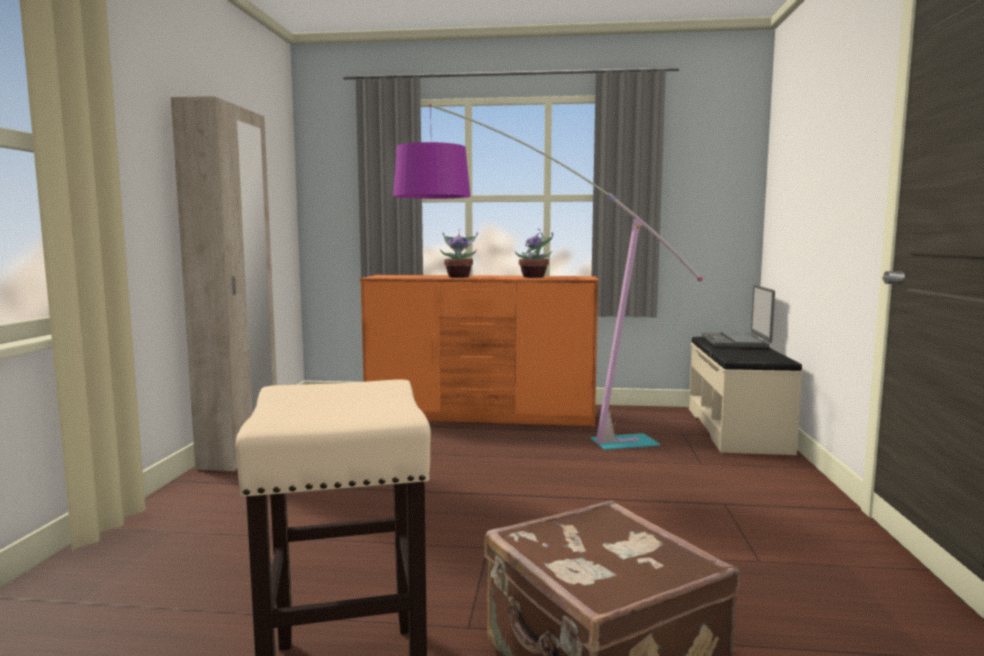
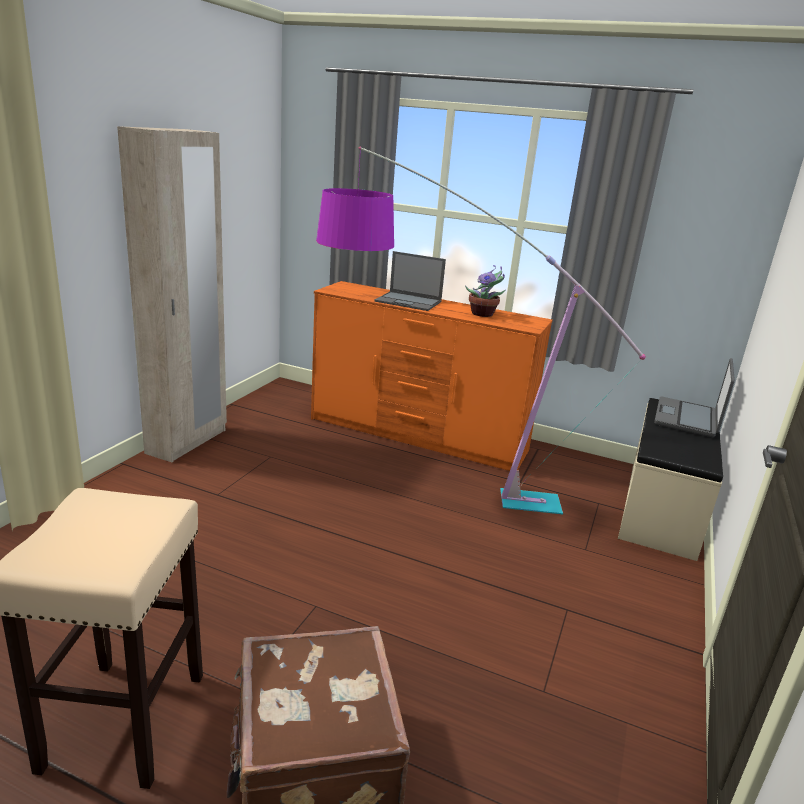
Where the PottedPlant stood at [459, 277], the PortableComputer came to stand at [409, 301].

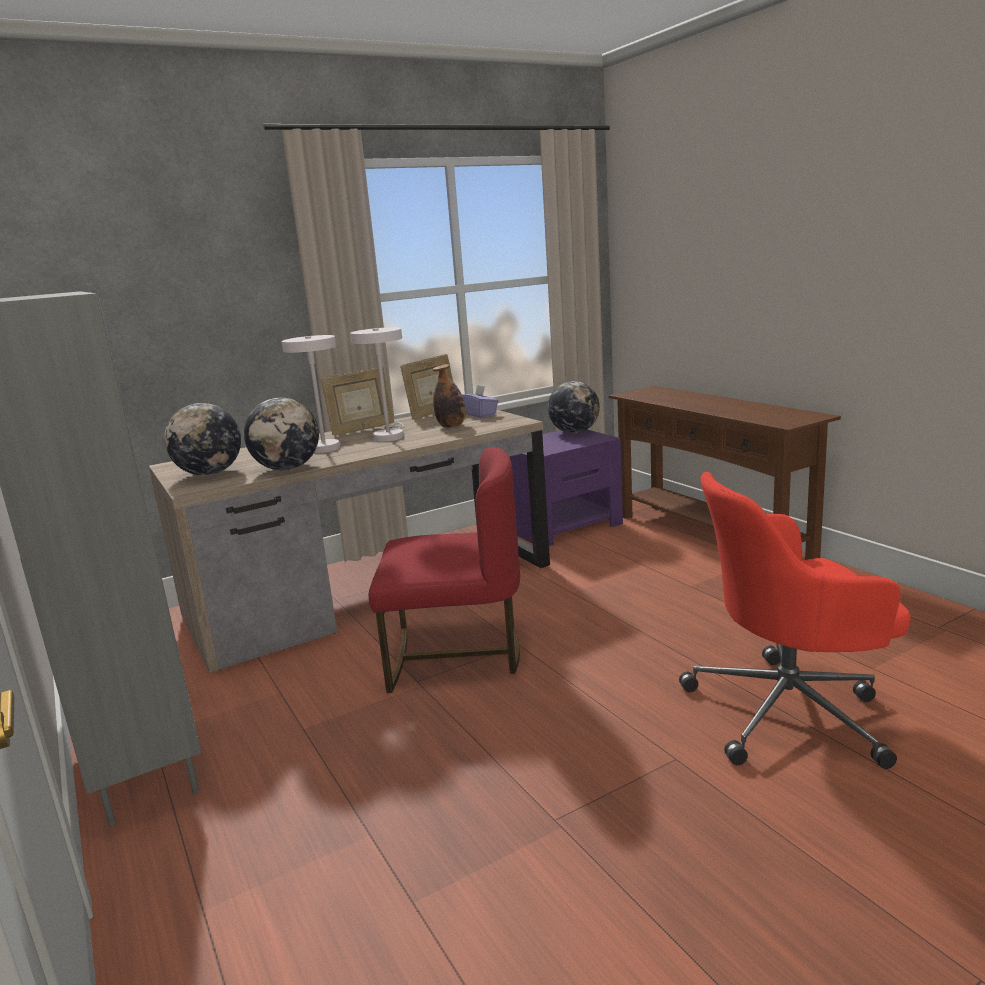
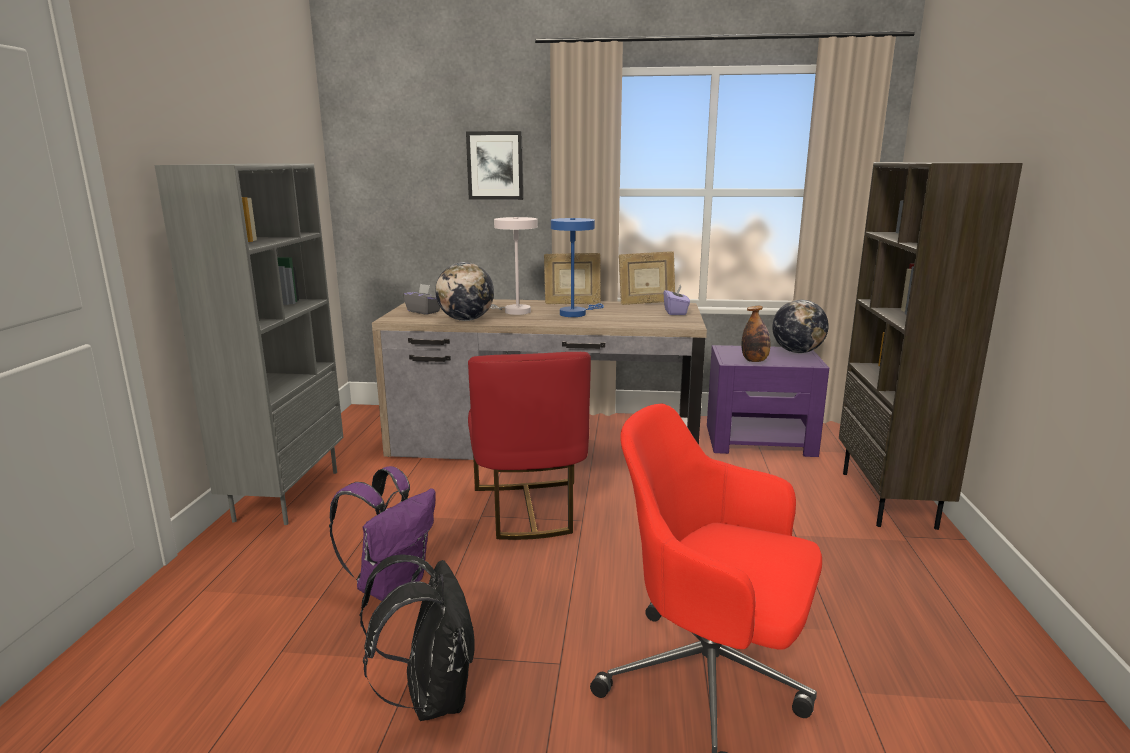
The second view gained the PurpleColouredRucksack at [392, 585].
The second view gained the BlackishRucksack at [431, 696].
The second view gained the Picture at [495, 165].
The DrinkBottle ended up elsewhere, having gone from [451, 426] to [754, 361].
Where the WorldGlobe stood at [210, 474], the GreyishTissueHolder came to stand at [424, 311].
Where the BrownNarrowTable stood at [711, 537], the BrownBookshelf came to stand at [889, 499].
What was the WhiteColouredTableLamp at [389, 436] turned into the BlueTableLamp at [575, 313].
The ReddishChair at [455, 656] ended up facing another way, 45 degrees clockwise from before.

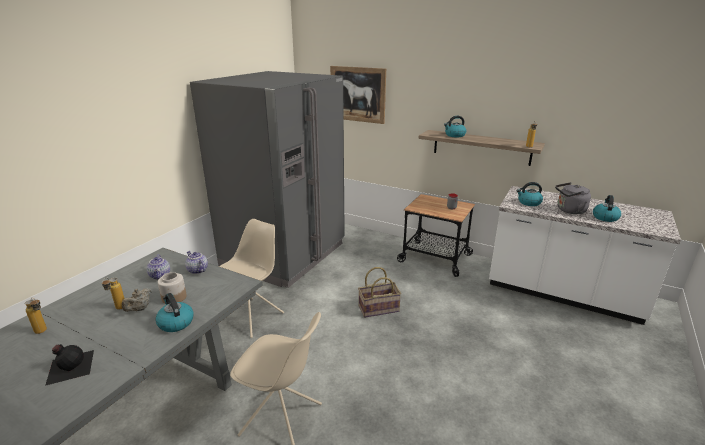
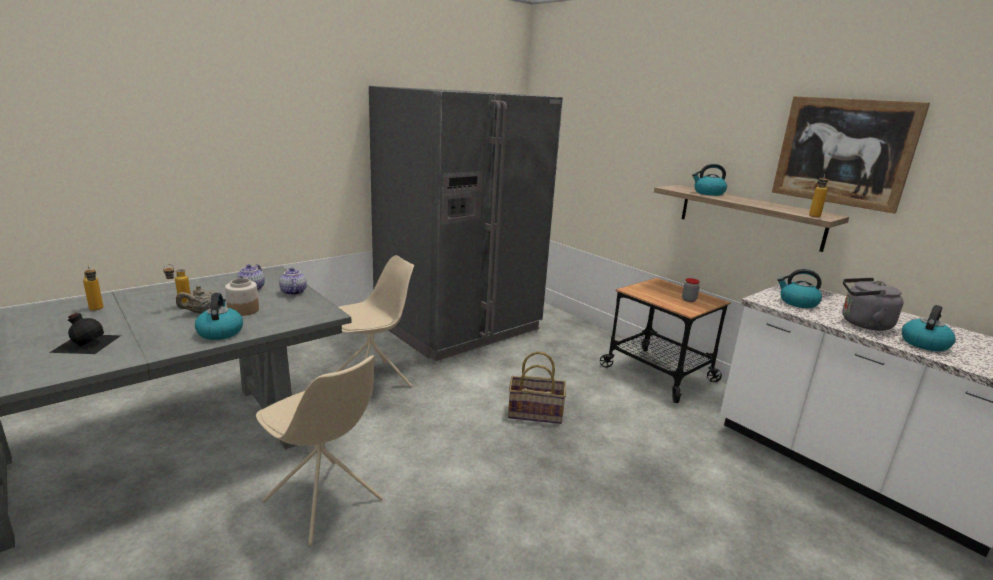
The Picture ended up elsewhere, having gone from [357, 94] to [843, 152].

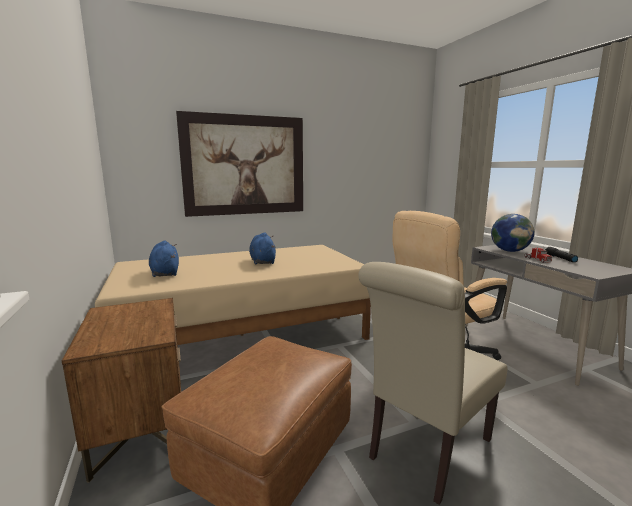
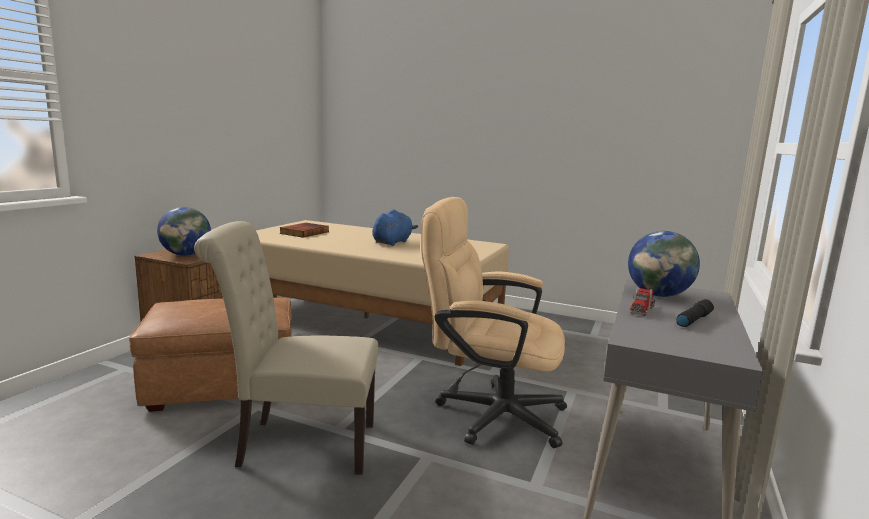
The second view lost the Picture at [245, 165].
The second view gained the WorldGlobe at [186, 254].
Where the BlueSoftToy stood at [165, 273], the BoundBook came to stand at [304, 232].

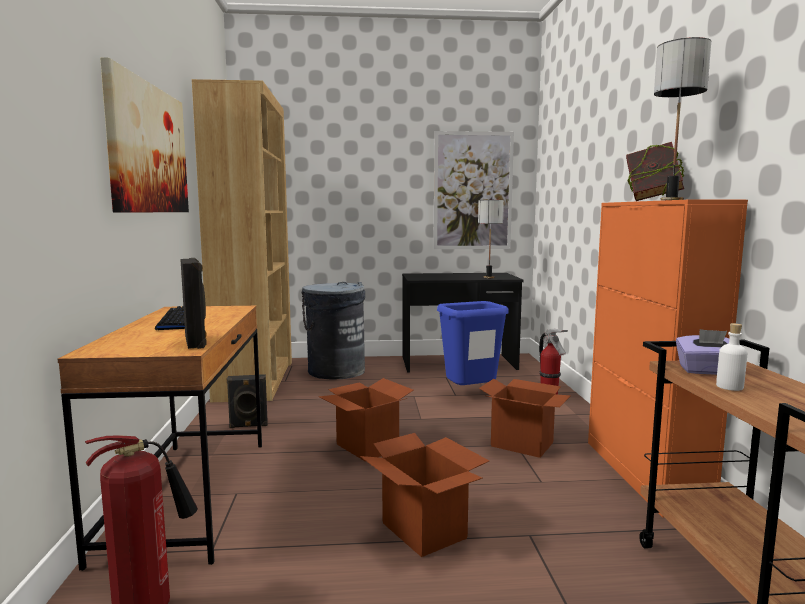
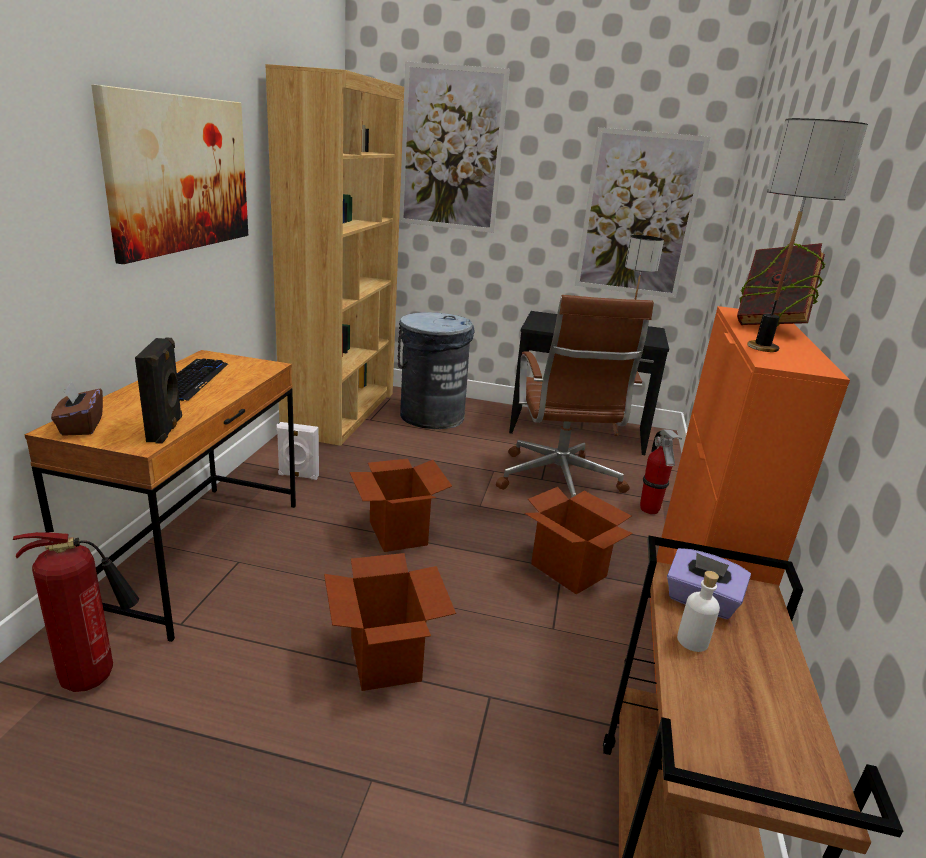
The second view gained the BrownTissueHolder at [81, 426].
The second view gained the Picture at [451, 150].
Where the BlueTrashCan stood at [470, 395], the BrownComputerChair came to stand at [558, 482].
What was the BlackishSpeaker at [248, 426] turned into the WhiteColouredSpeaker at [298, 476].

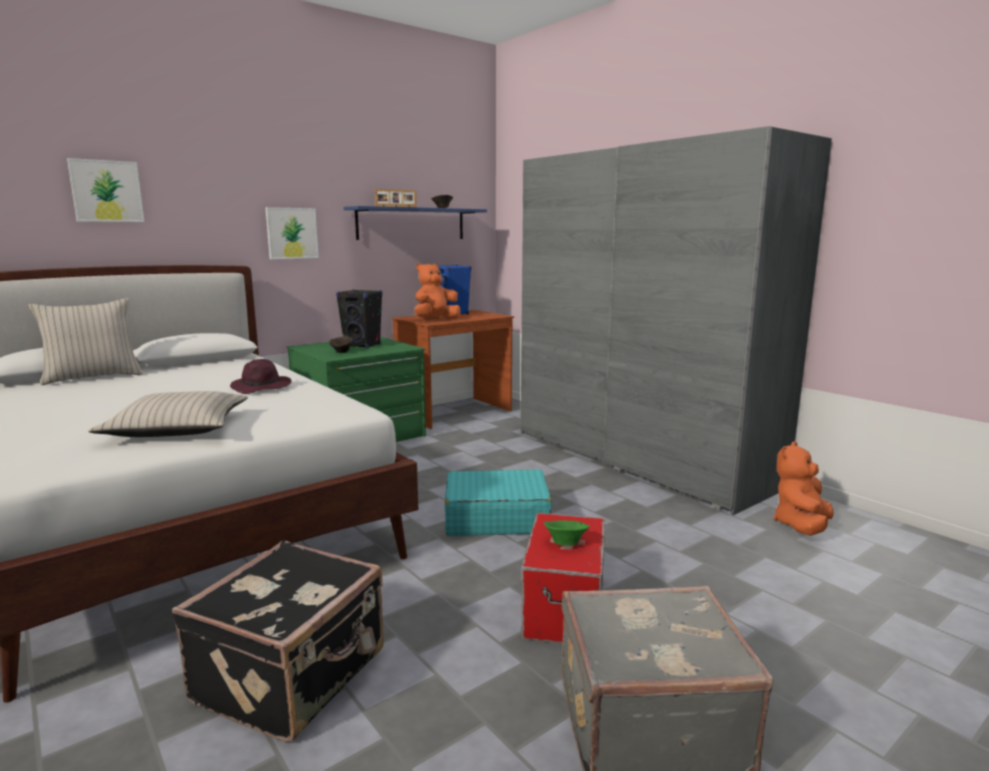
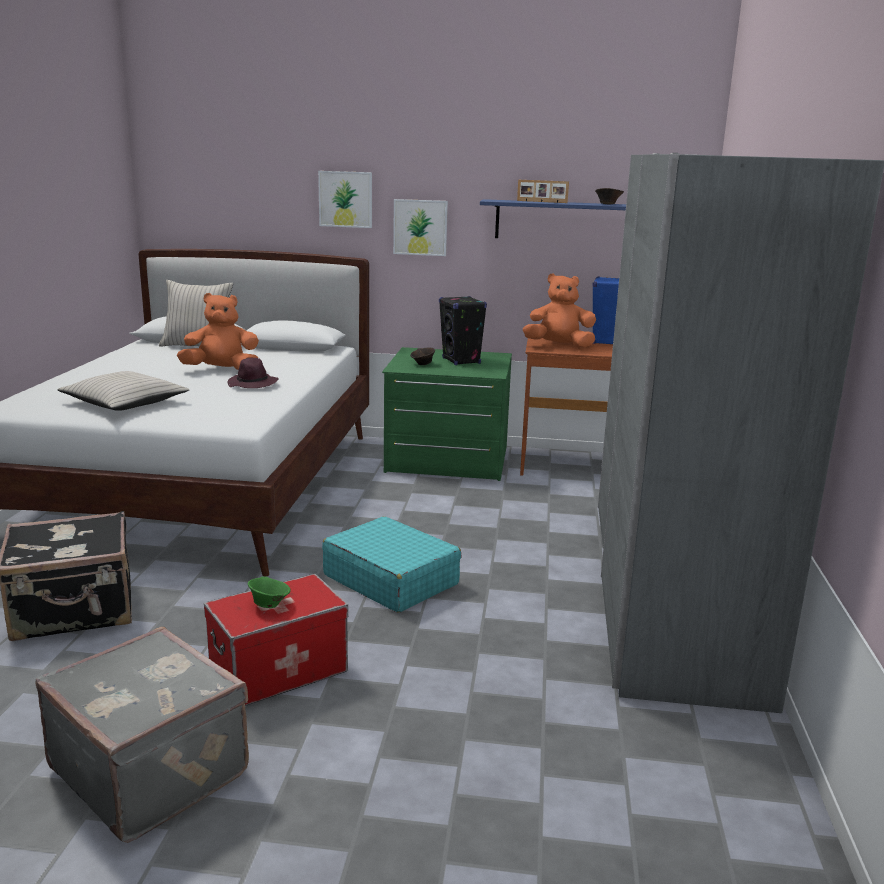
The Picture ended up elsewhere, having gone from [106, 191] to [345, 199].
The OrangeSoftToy ended up elsewhere, having gone from [801, 526] to [222, 370].

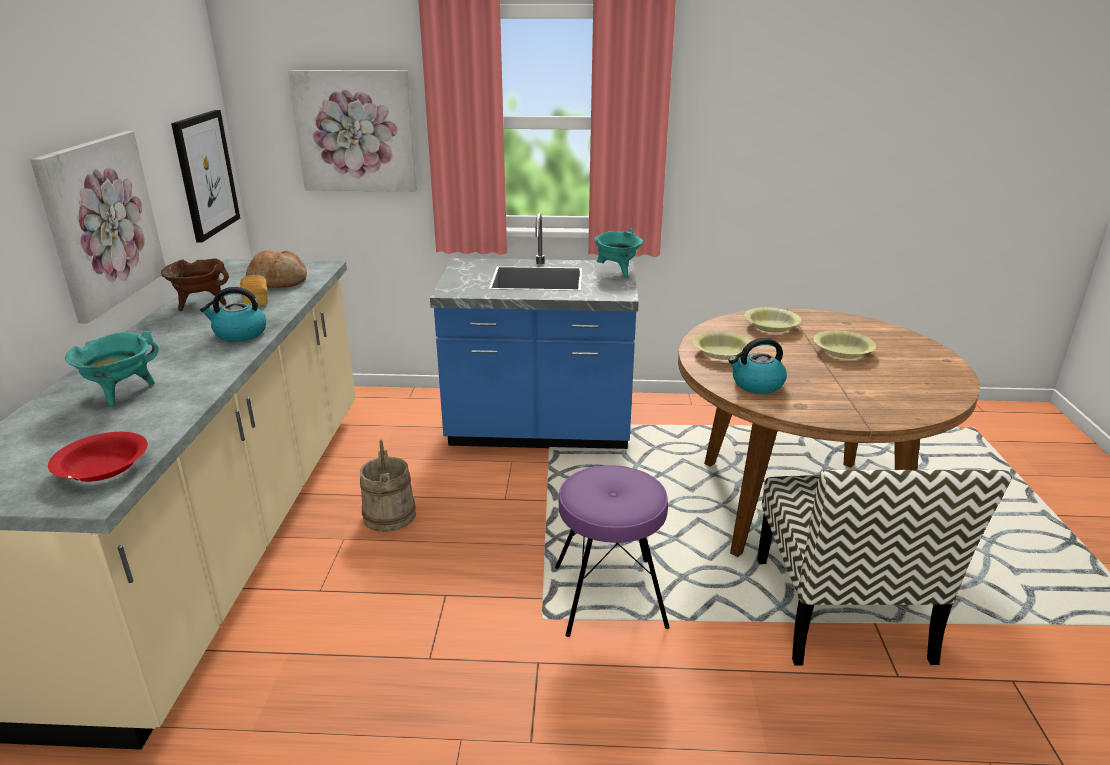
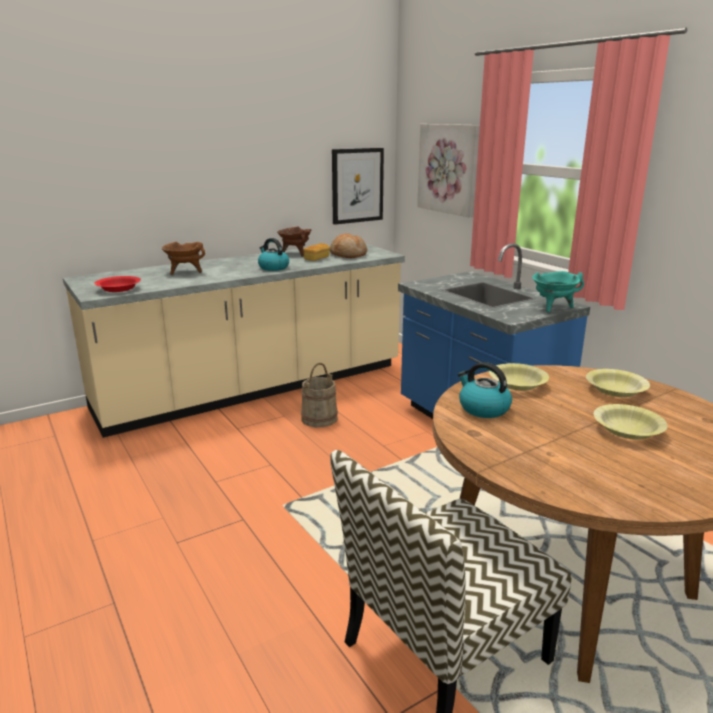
The second view lost the Picture at [101, 222].
The second view lost the PurpleColouredStool at [608, 596].
What was the BlueGreenStockpot at [121, 393] turned into the BrownStockpot at [185, 272].

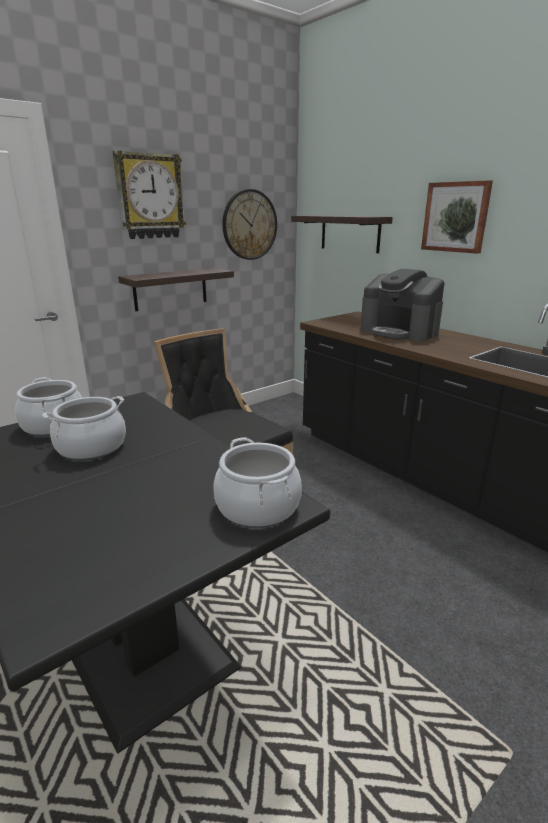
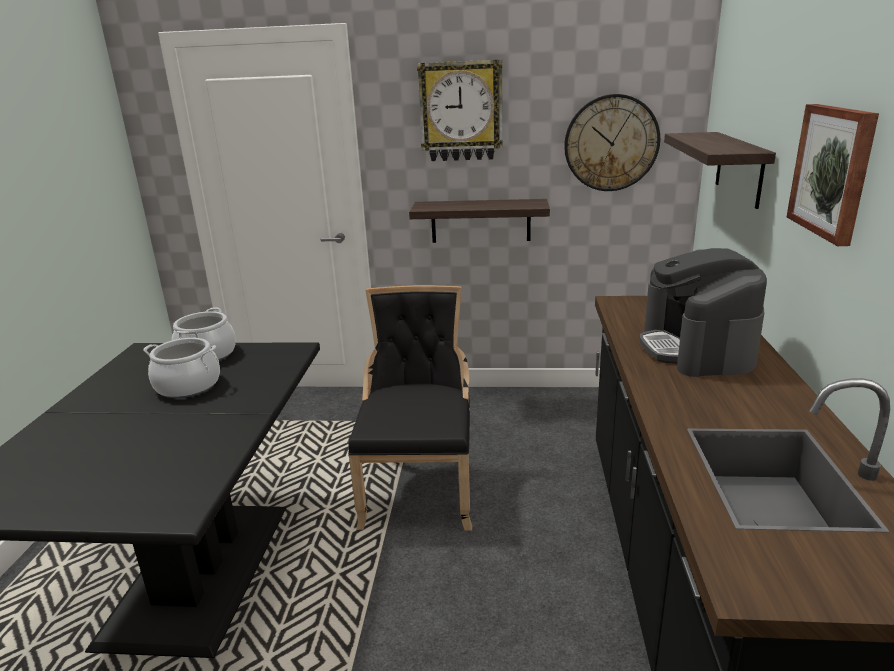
The second view lost the Stockpot at [257, 507].

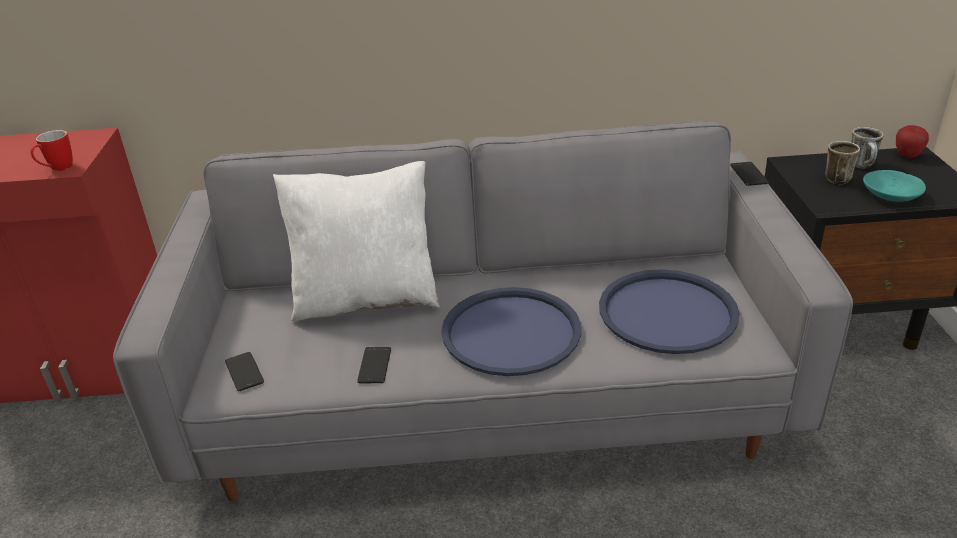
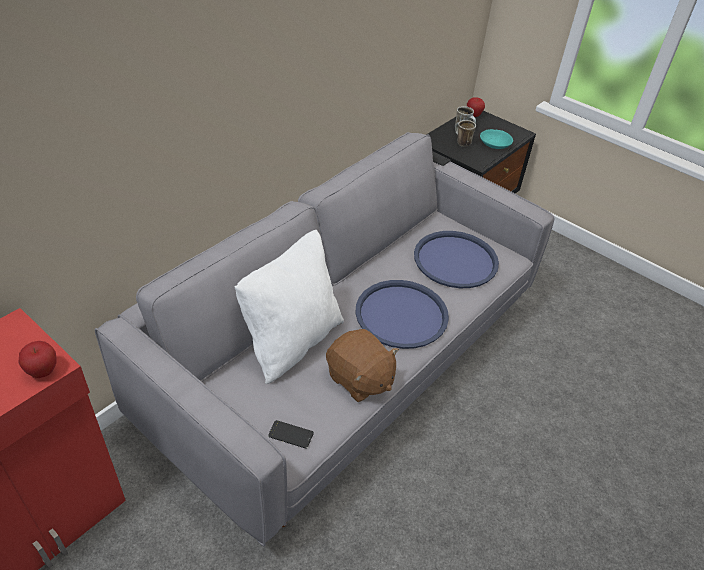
Where the CoffeeMug stood at [57, 169], the WholeApple came to stand at [43, 371].
Where the Phone stood at [374, 365], the BrownSoftToy came to stand at [359, 379].

